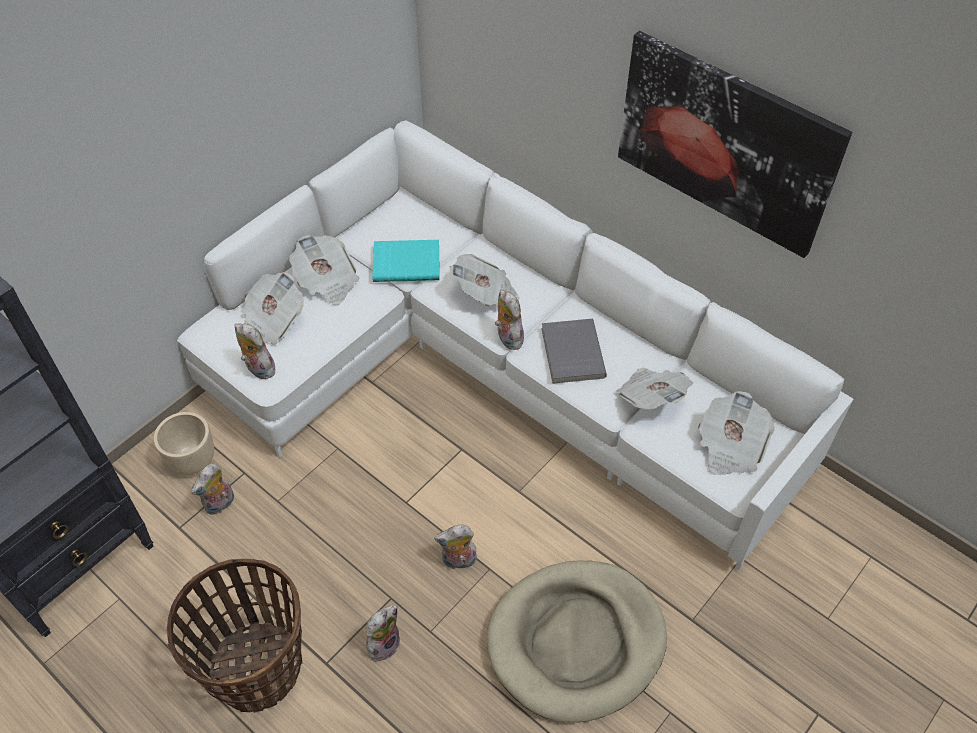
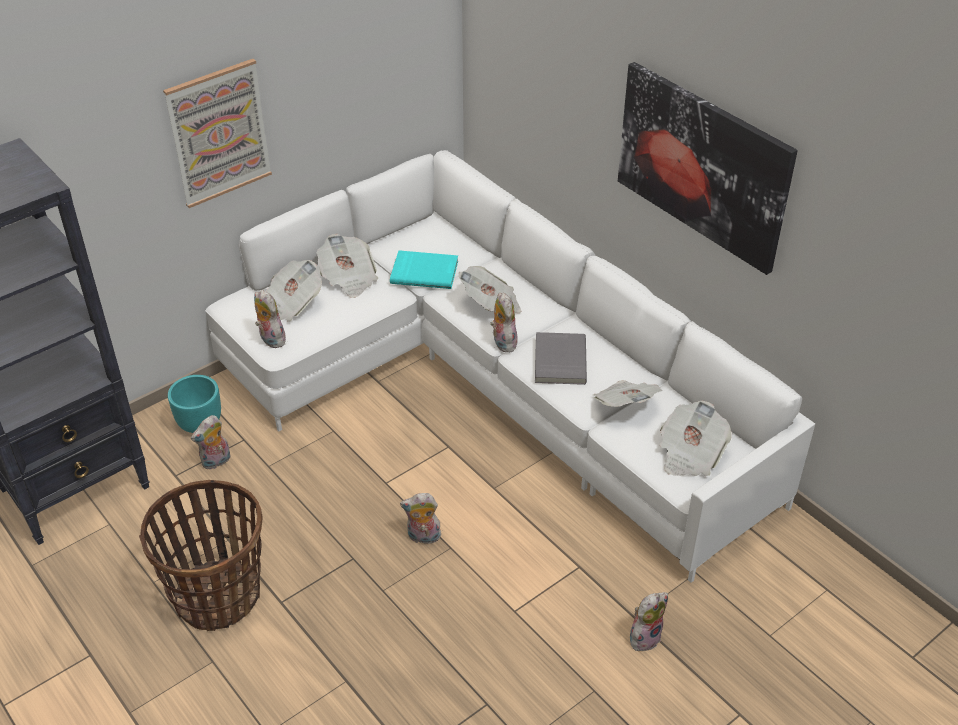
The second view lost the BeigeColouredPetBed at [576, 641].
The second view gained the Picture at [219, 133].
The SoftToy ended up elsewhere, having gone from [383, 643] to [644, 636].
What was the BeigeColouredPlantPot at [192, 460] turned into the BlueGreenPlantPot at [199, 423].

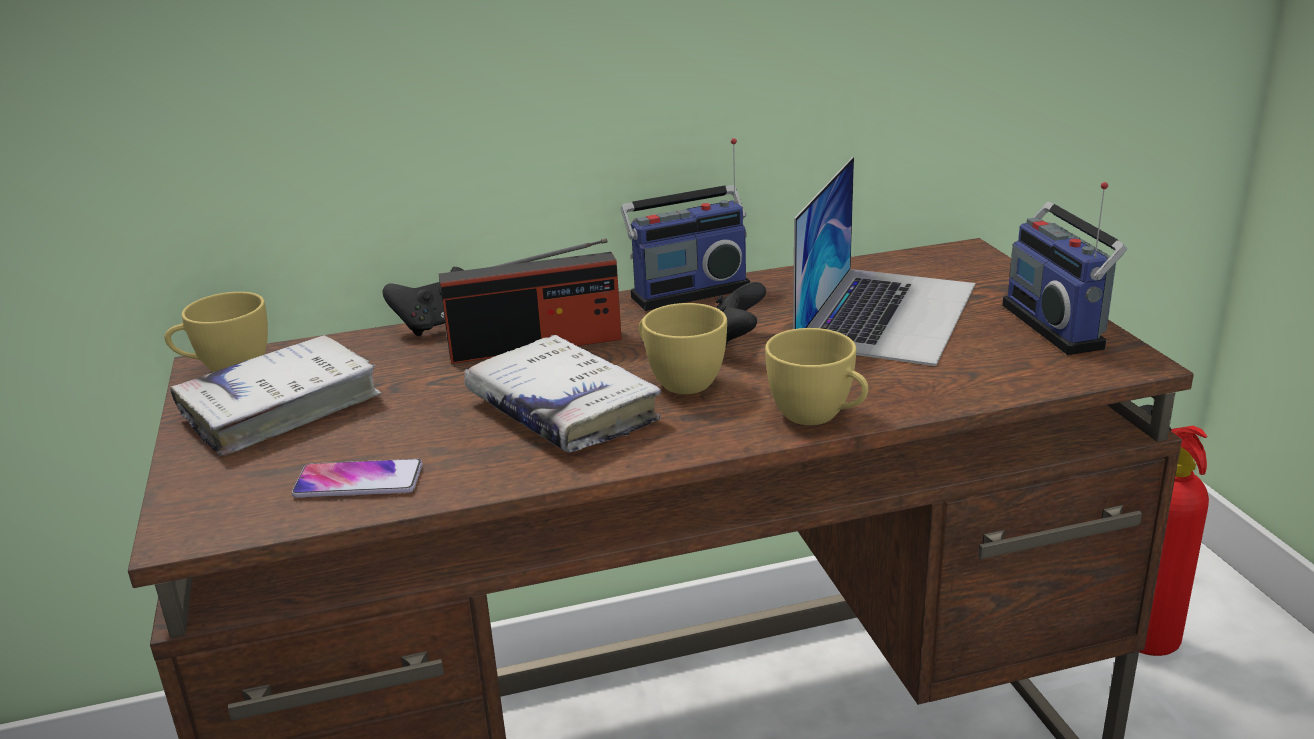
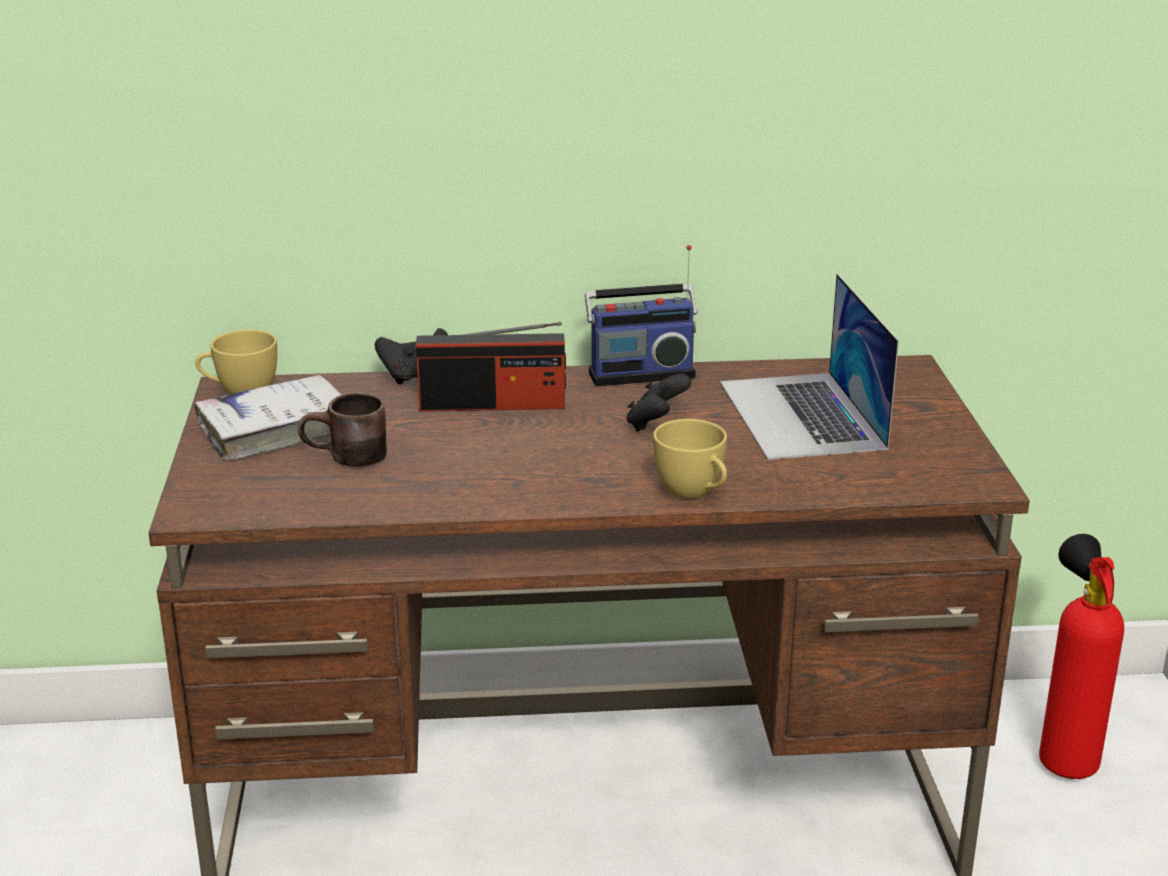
The second view lost the Phone at [358, 481].
The second view lost the WhiteColouredBoundBook at [562, 410].
The second view lost the YellowColouredDrinkingCup at [679, 381].
The second view lost the Radio at [1058, 325].
The second view gained the BrownCoffeeMug at [347, 460].
The PortableComputer at [887, 313] ended up facing another way, 135 degrees clockwise from before.

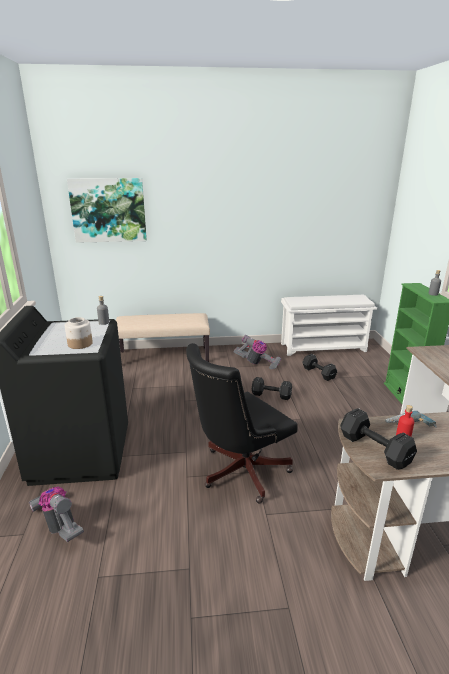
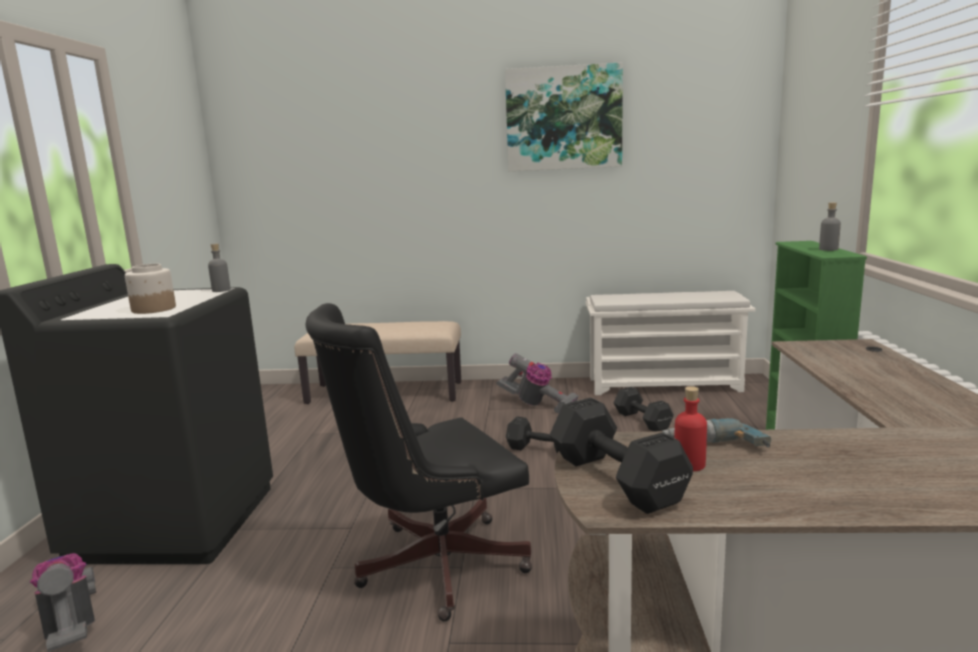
The Picture ended up elsewhere, having gone from [108, 210] to [563, 118].

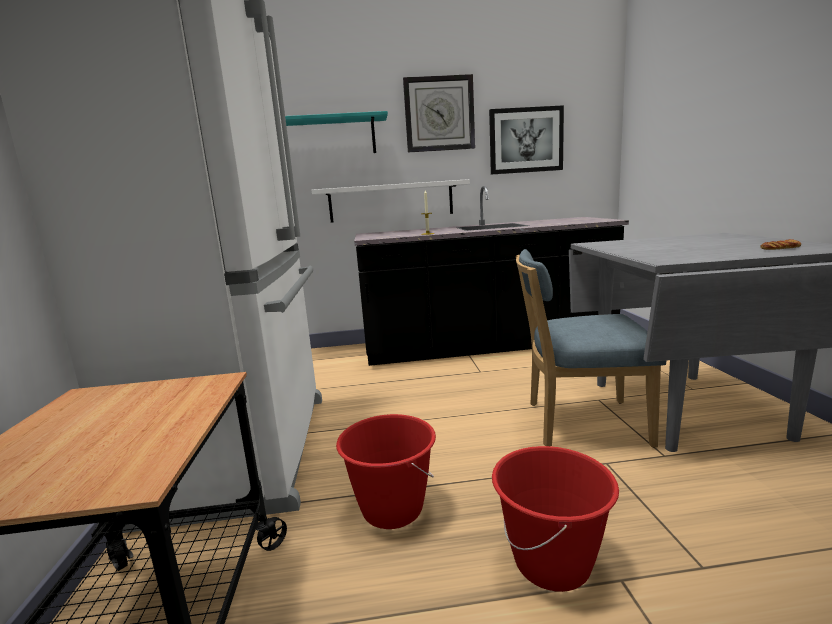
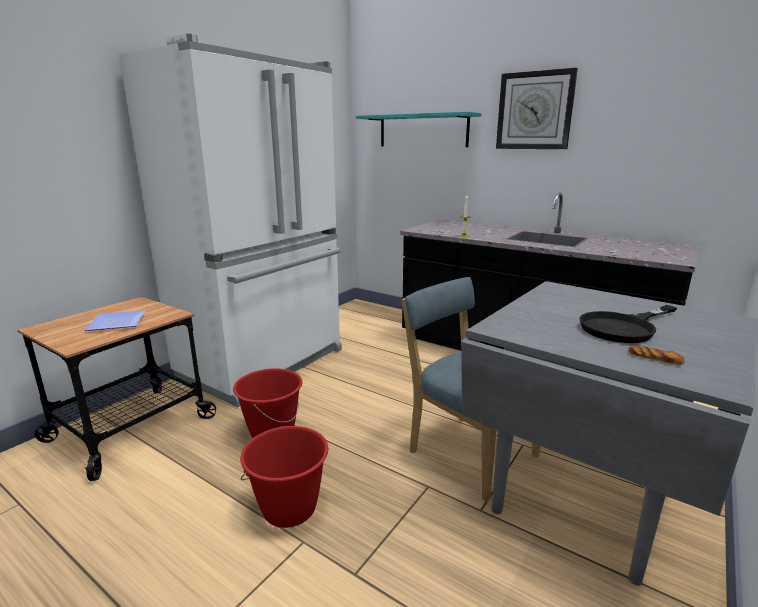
The second view lost the WhiteColouredBracketShelf at [391, 201].
The second view lost the Picture at [526, 140].
The second view gained the FlatDish at [118, 323].
The second view gained the BlackishSkillet at [624, 327].

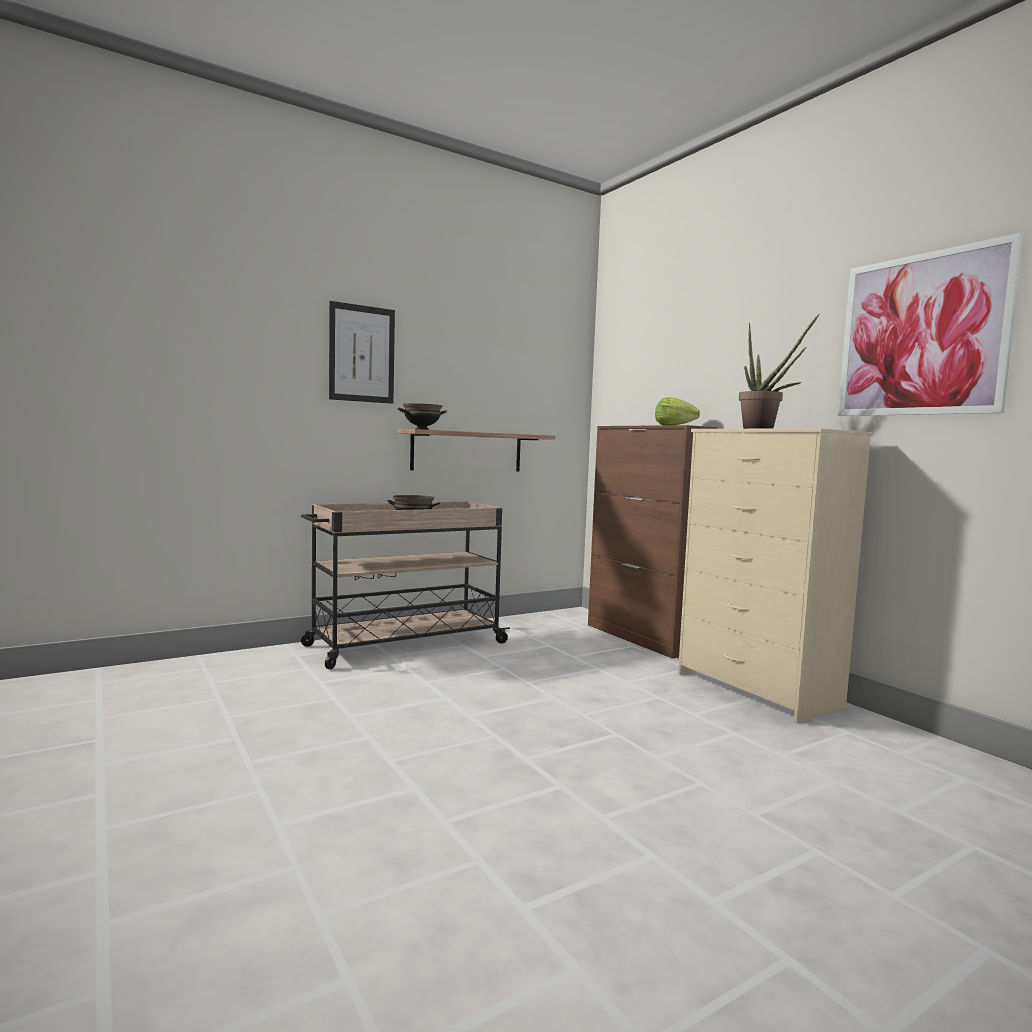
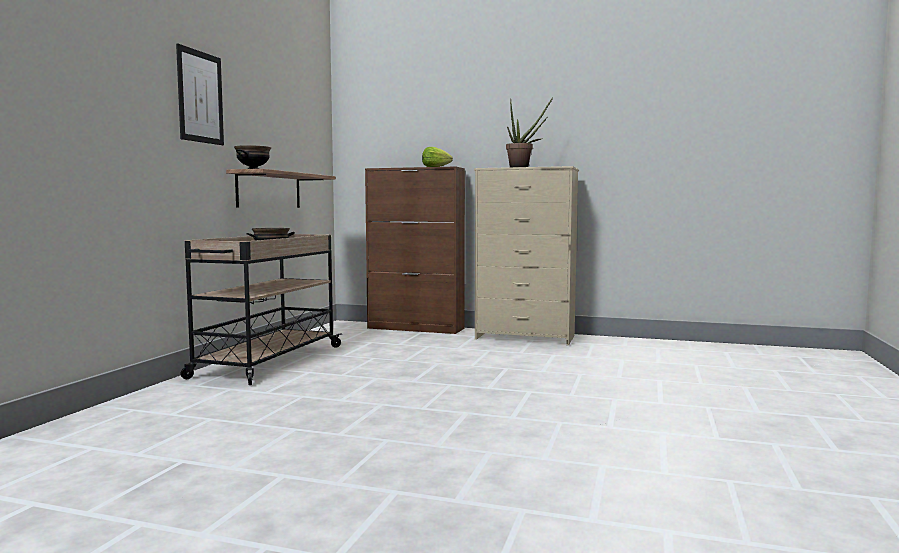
The second view lost the Picture at [921, 335].

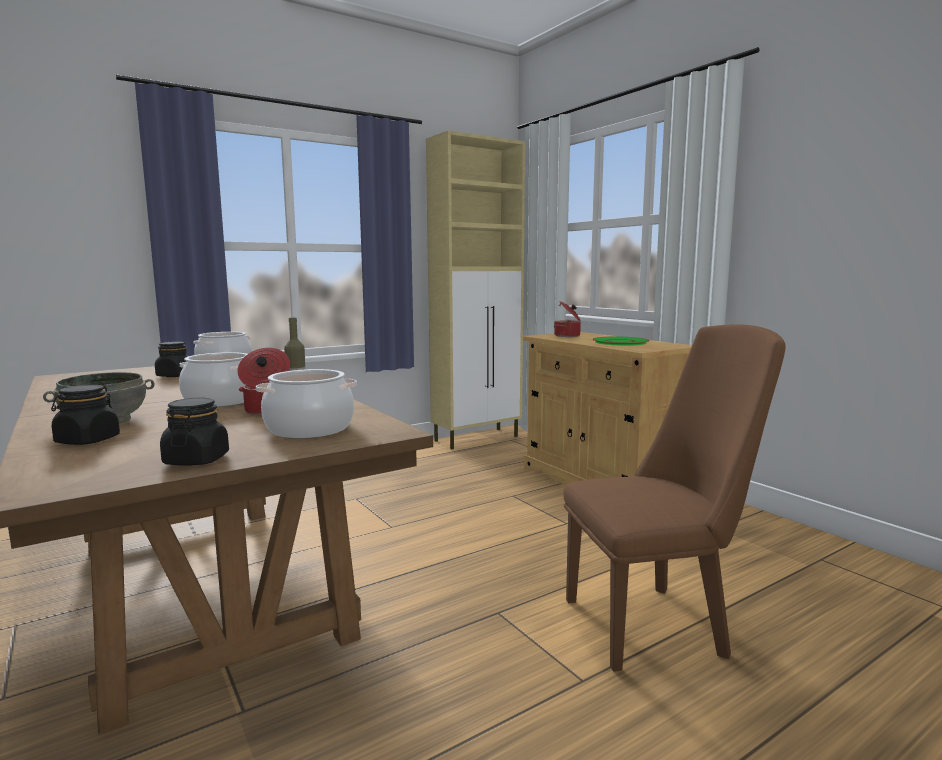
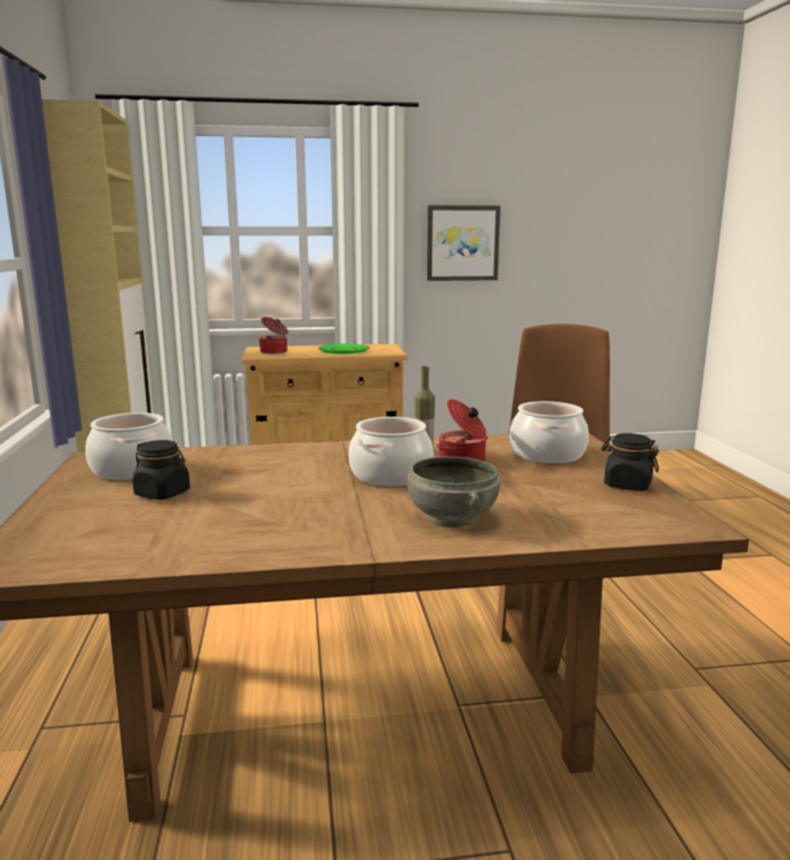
The second view lost the BlackishJar at [87, 440].
The second view gained the Picture at [462, 243].

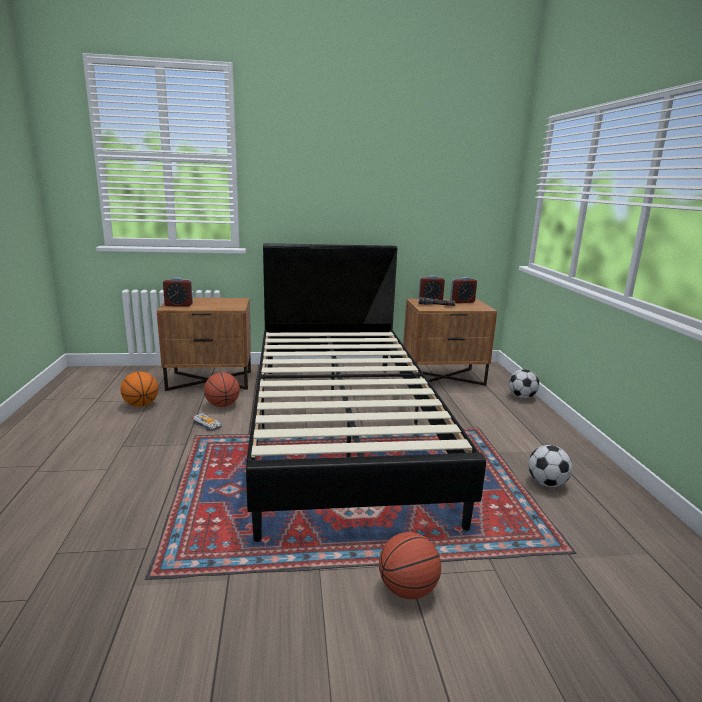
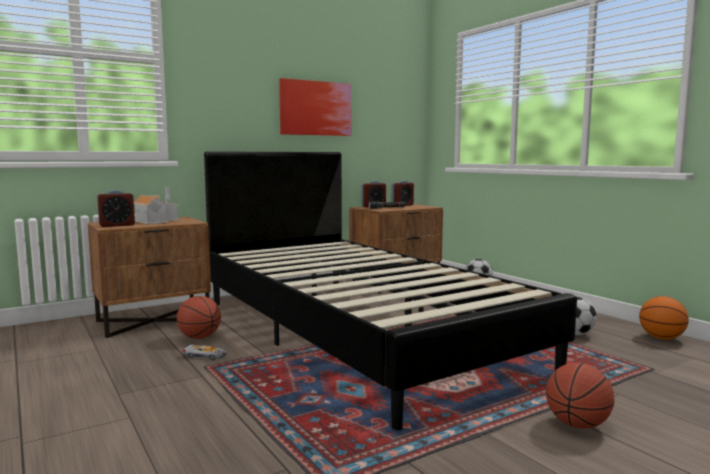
The second view gained the ToyHouse at [156, 221].
The second view gained the Picture at [315, 108].
The BasketballBall ended up elsewhere, having gone from [141, 405] to [661, 338].

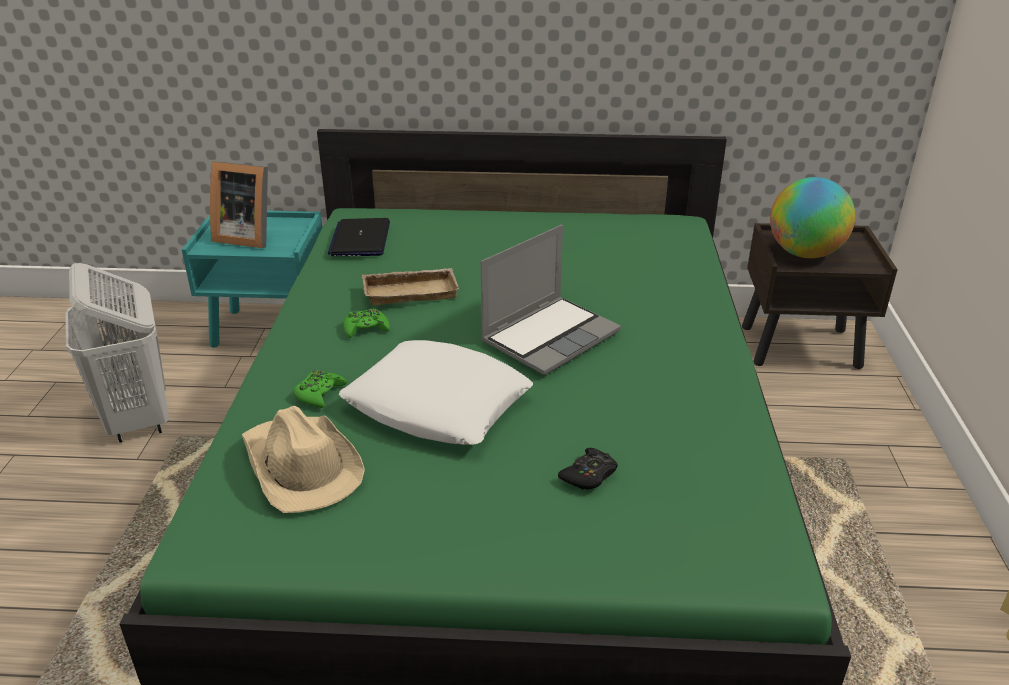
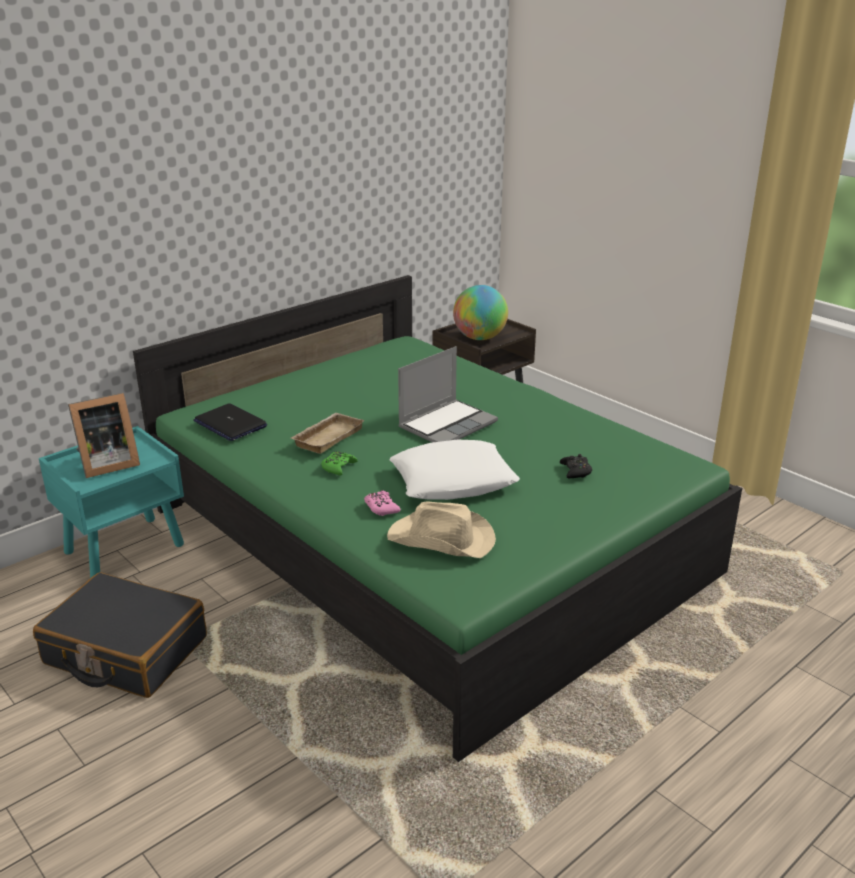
Where the WhiteColouredLaundryBasket stood at [139, 420], the BlackishSuitcase came to stand at [125, 651].
What was the GreenColouredJoypad at [319, 394] turned into the PinkishJoypad at [381, 508].
The PortableComputer at [550, 336] ended up facing another way, 45 degrees clockwise from before.

